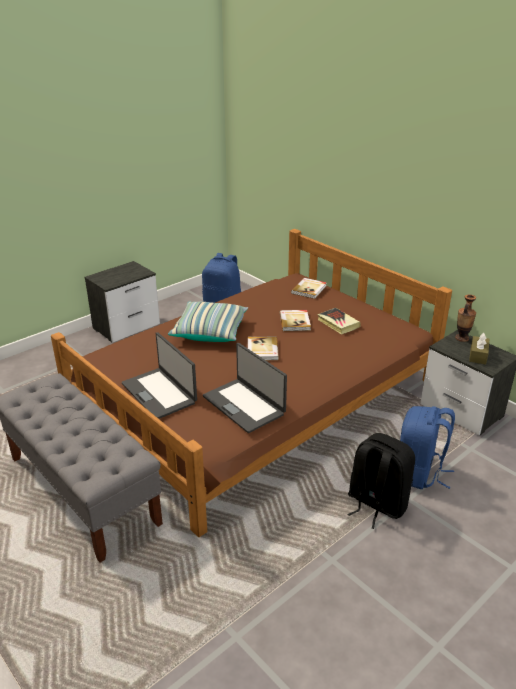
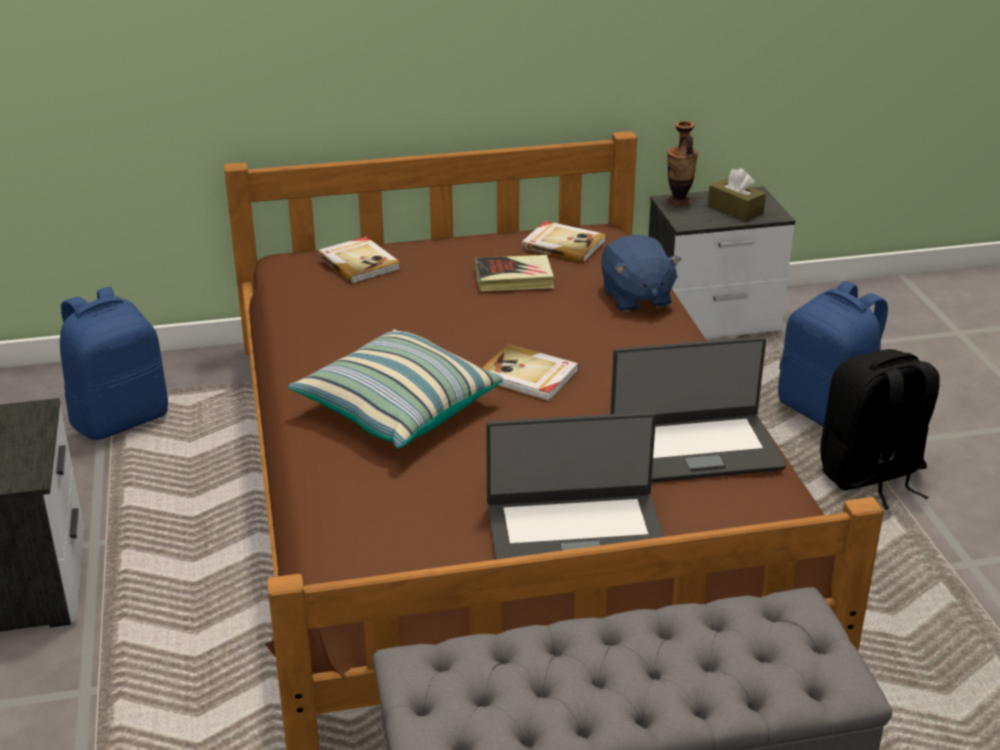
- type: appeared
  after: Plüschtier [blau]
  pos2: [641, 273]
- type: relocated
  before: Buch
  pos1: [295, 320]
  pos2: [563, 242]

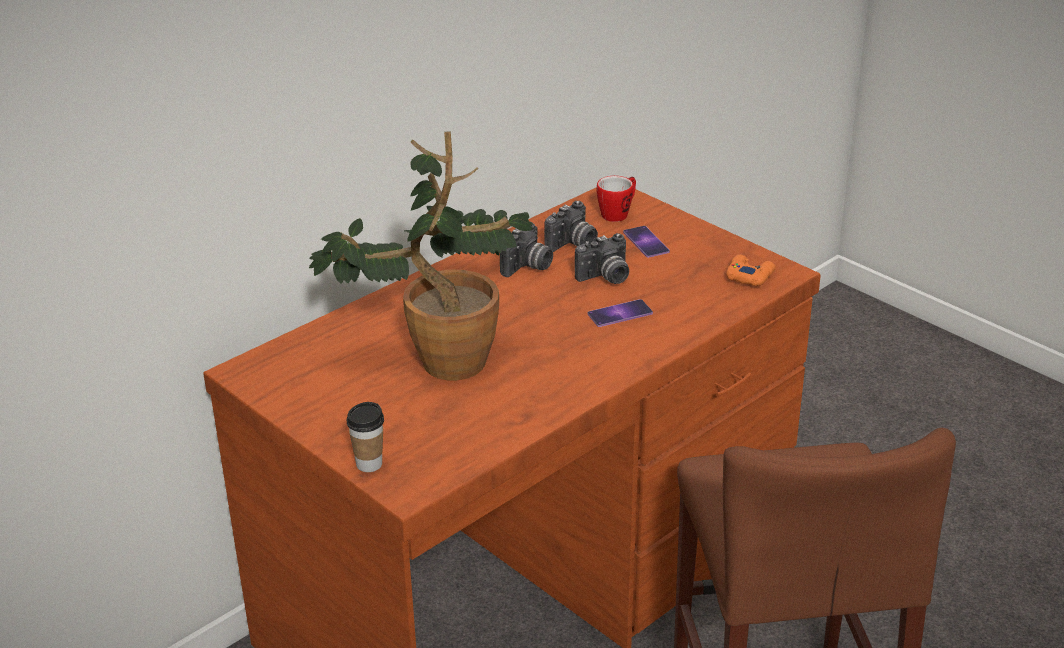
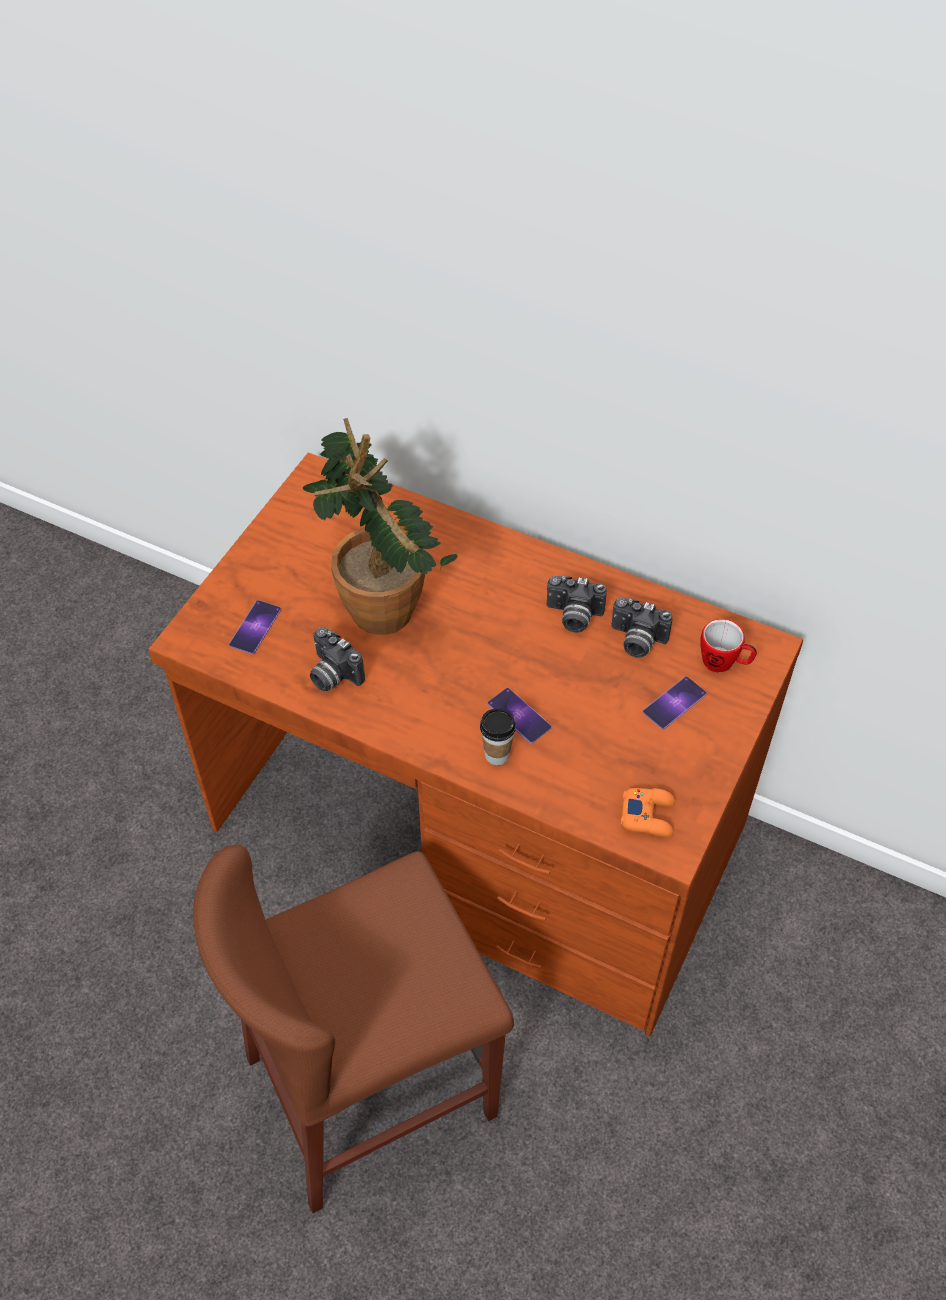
- type: appeared
  after: Handy
  pos2: [255, 627]
- type: relocated
  before: Tasse
  pos1: [365, 437]
  pos2: [498, 736]
- type: relocated
  before: Kamera
  pos1: [602, 258]
  pos2: [337, 659]

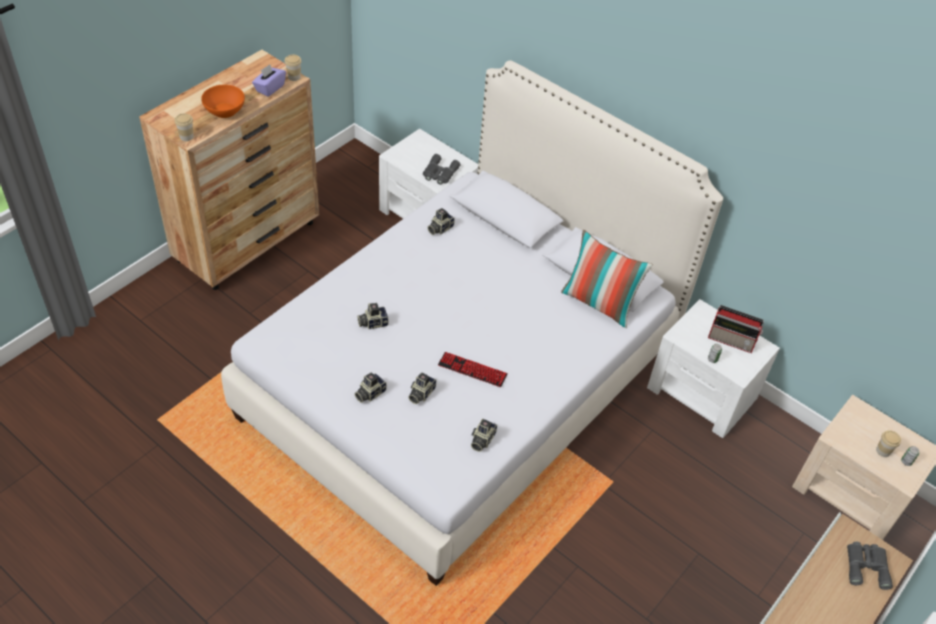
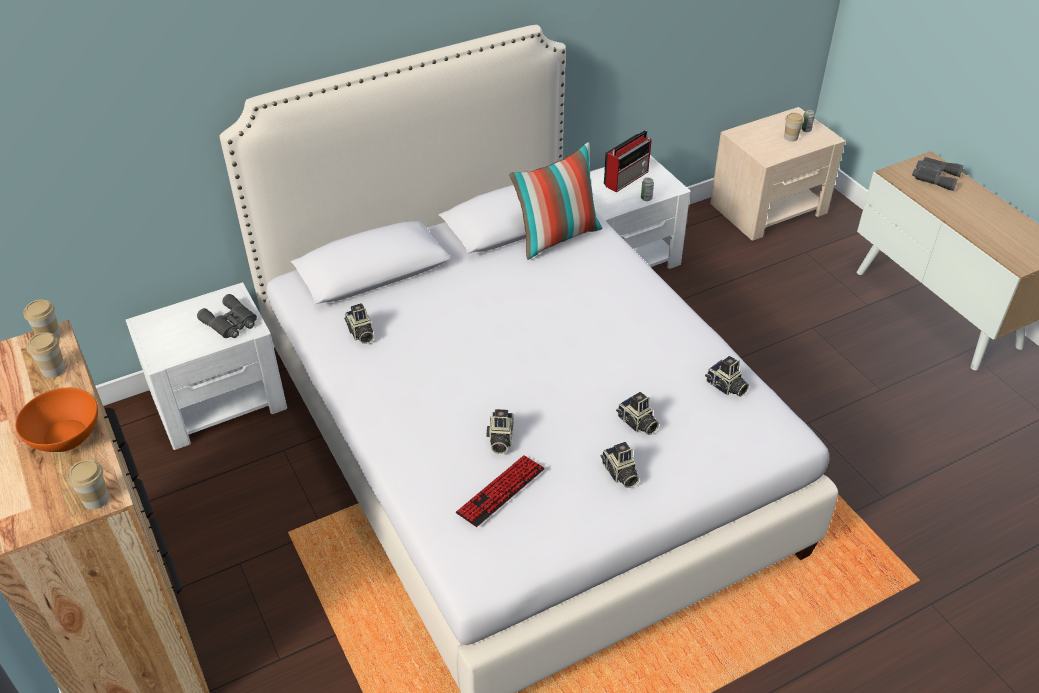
- type: relocated
  before: Tastatur
  pos1: [473, 369]
  pos2: [500, 491]
- type: exchanged
  before: Taschentuchbox [lila]
  after: Tasse
  pos1: [269, 81]
  pos2: [46, 355]

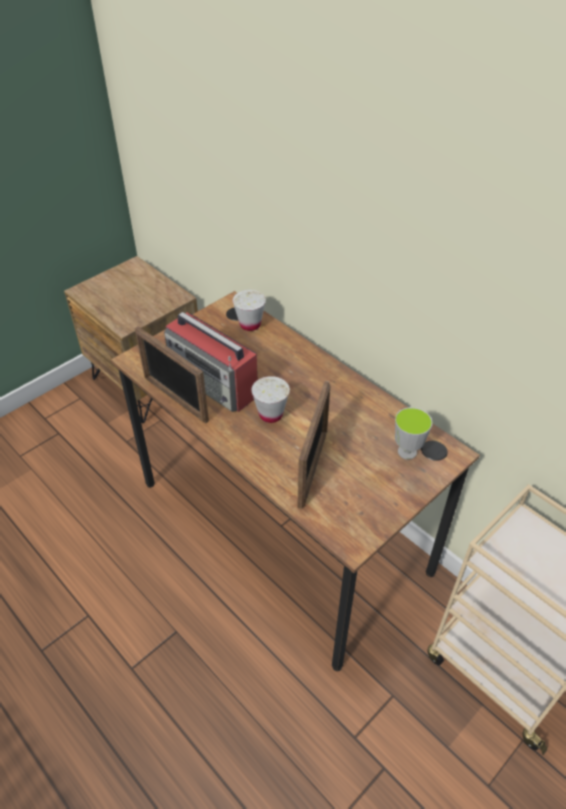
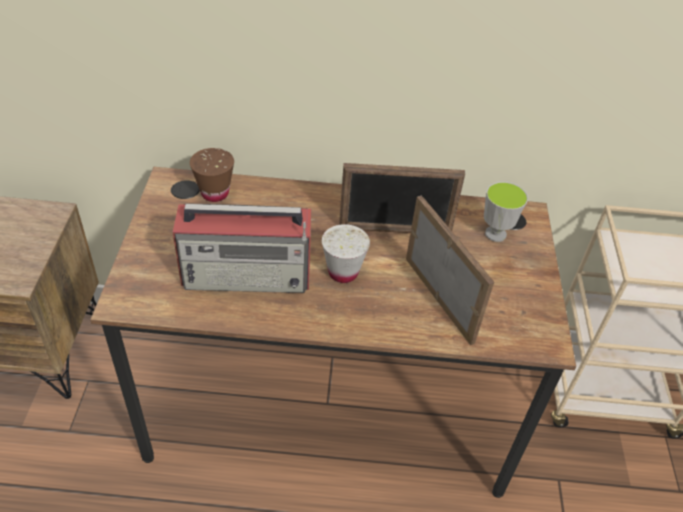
- type: relocated
  before: Bilderrahmen
  pos1: [172, 374]
  pos2: [402, 198]
- type: colour
  before: Tasse [weiß]
  after: Tasse [braun]
  pos1: [249, 310]
  pos2: [212, 175]

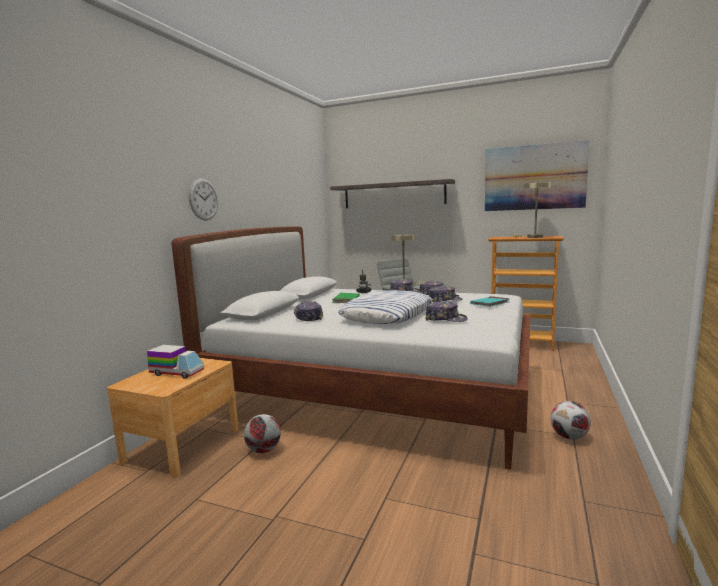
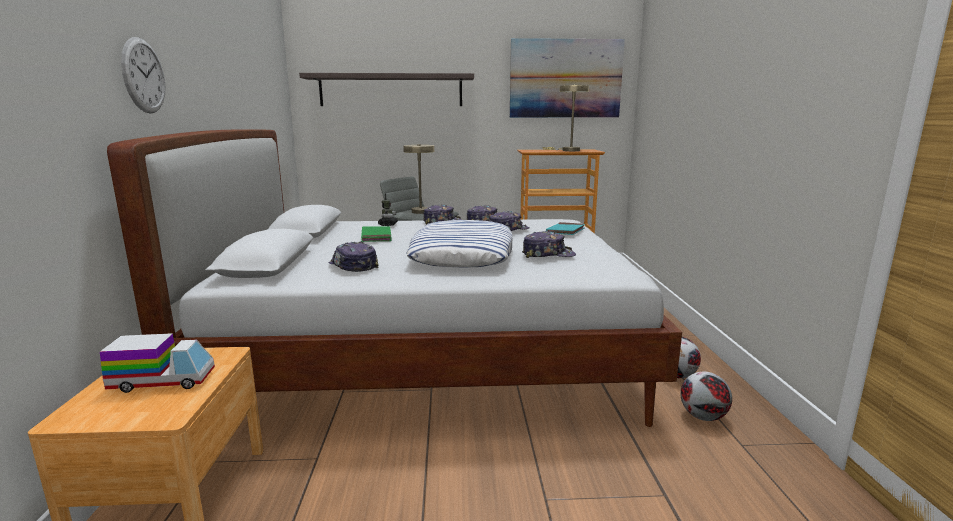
- type: relocated
  before: Fußball
  pos1: [262, 433]
  pos2: [706, 396]

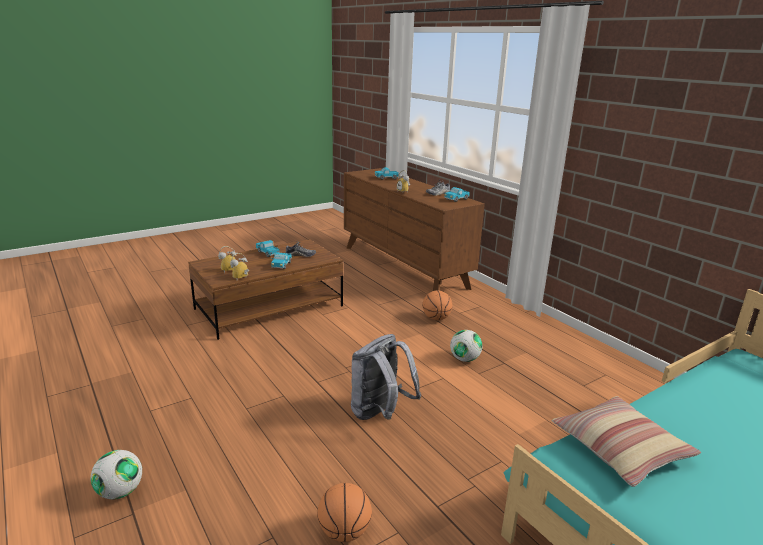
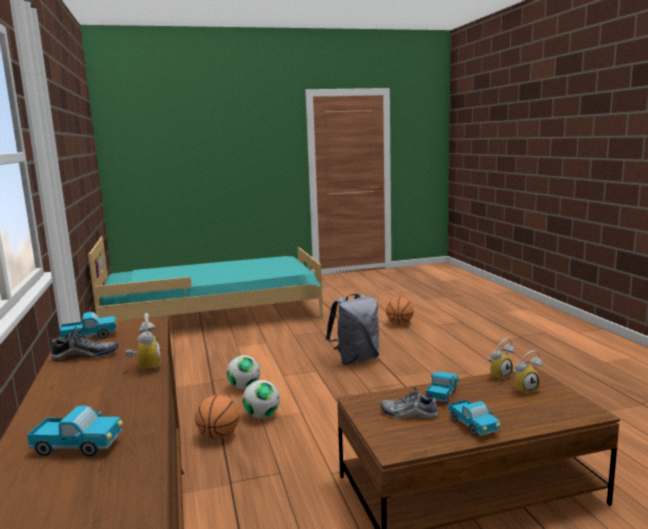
- type: missing
  before: Kissen
  pos1: [626, 441]
- type: relocated
  before: Fußball
  pos1: [116, 474]
  pos2: [261, 399]

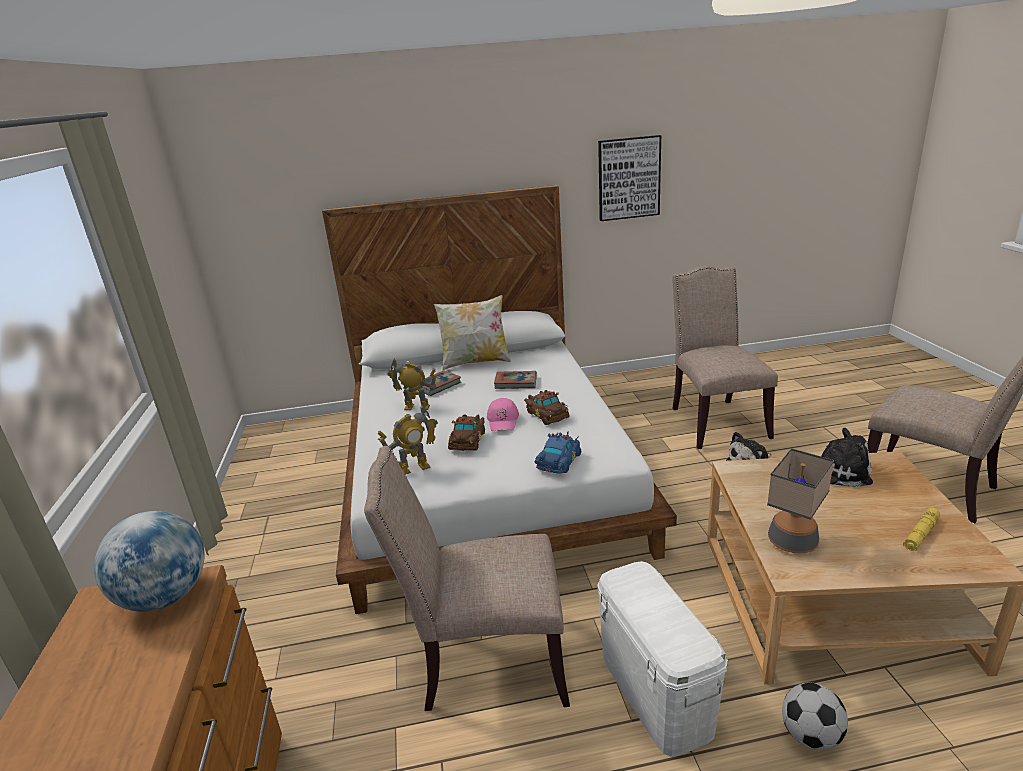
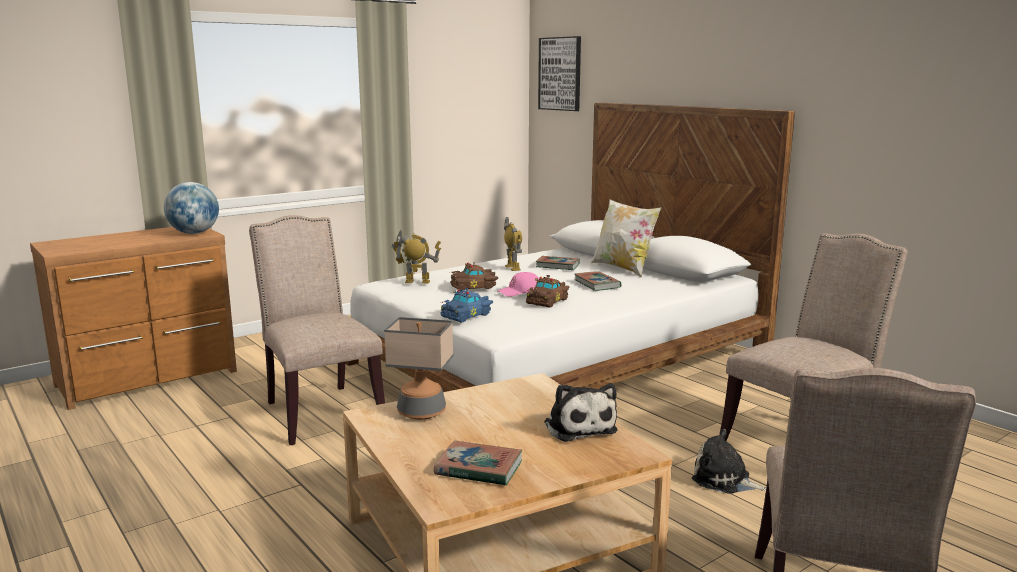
- type: missing
  before: Aufbewahrungsbox [weiß]
  pos1: [662, 659]
- type: missing
  before: Fußball
  pos1: [815, 716]
- type: relocated
  before: Bild
  pos1: [629, 178]
  pos2: [559, 73]
- type: exchanged
  before: Taschenlampe [gelb]
  after: Buch
  pos1: [921, 529]
  pos2: [478, 463]
- type: spun
  before: Spielzeugroboter
  pos1: [407, 439]
  pos2: [416, 256]
  turn: 150
- type: spun
  before: Spielzeugauto [blau]
  pos1: [557, 453]
  pos2: [466, 305]
  turn: 135

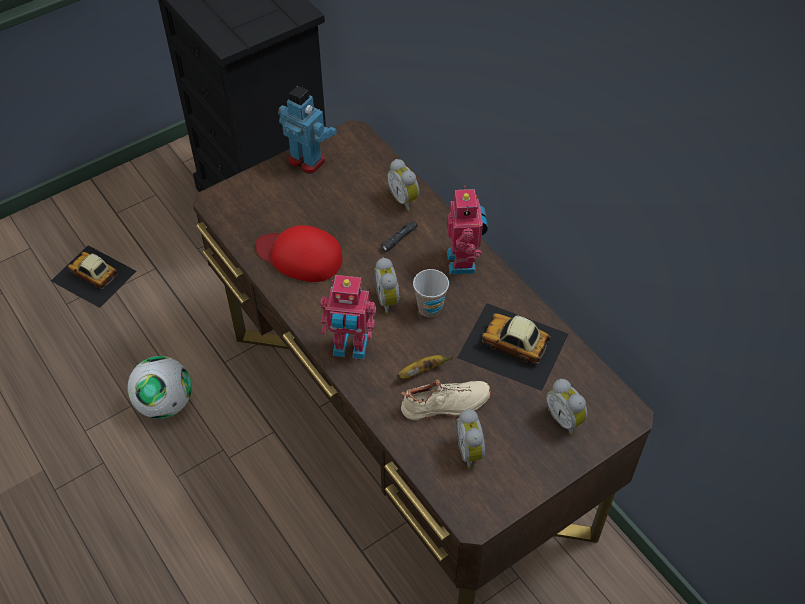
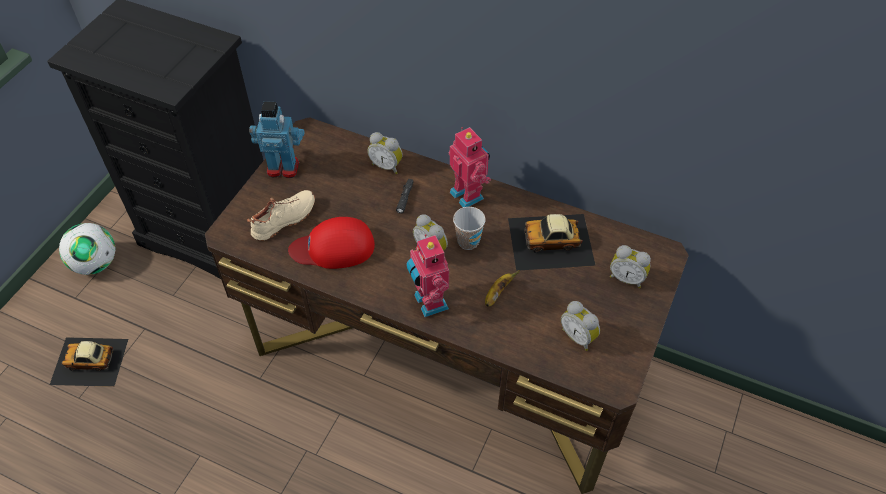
- type: relocated
  before: Fußball
  pos1: [159, 387]
  pos2: [87, 249]
- type: relocated
  before: Schuh [beige]
  pos1: [446, 400]
  pos2: [281, 215]
- type: spun
  before: Spielzeugroboter
  pos1: [348, 317]
  pos2: [427, 275]
  turn: 90

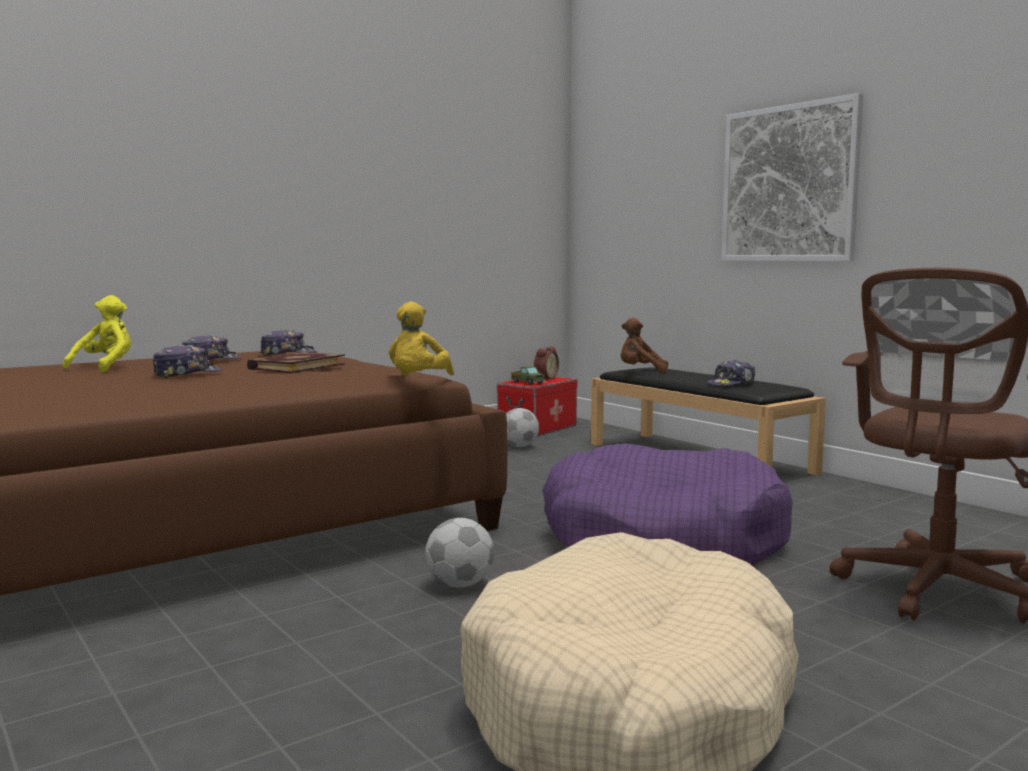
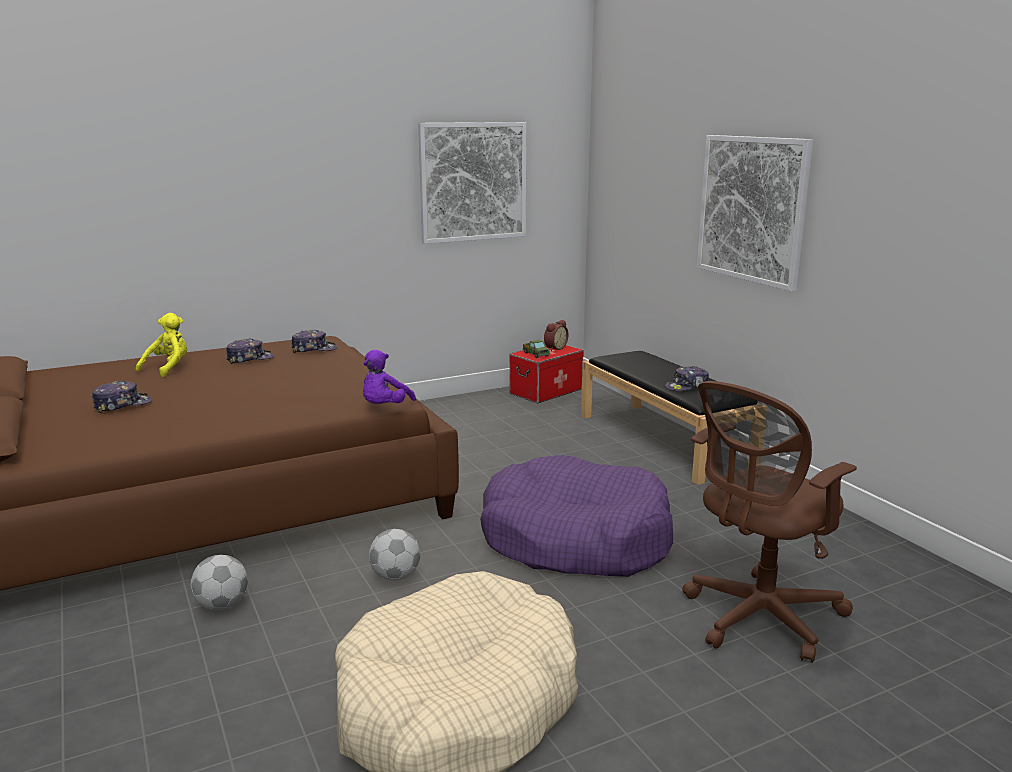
- type: missing
  before: Buch
  pos1: [296, 362]
- type: missing
  before: Plüschtier [braun]
  pos1: [644, 345]
- type: appeared
  after: Bild
  pos2: [472, 183]
- type: relocated
  before: Kappe
  pos1: [188, 361]
  pos2: [122, 397]
- type: relocated
  before: Fußball
  pos1: [522, 427]
  pos2: [219, 582]
- type: colour
  before: Plüschtier [gelb]
  after: Plüschtier [lila]
  pos1: [421, 339]
  pos2: [389, 377]

